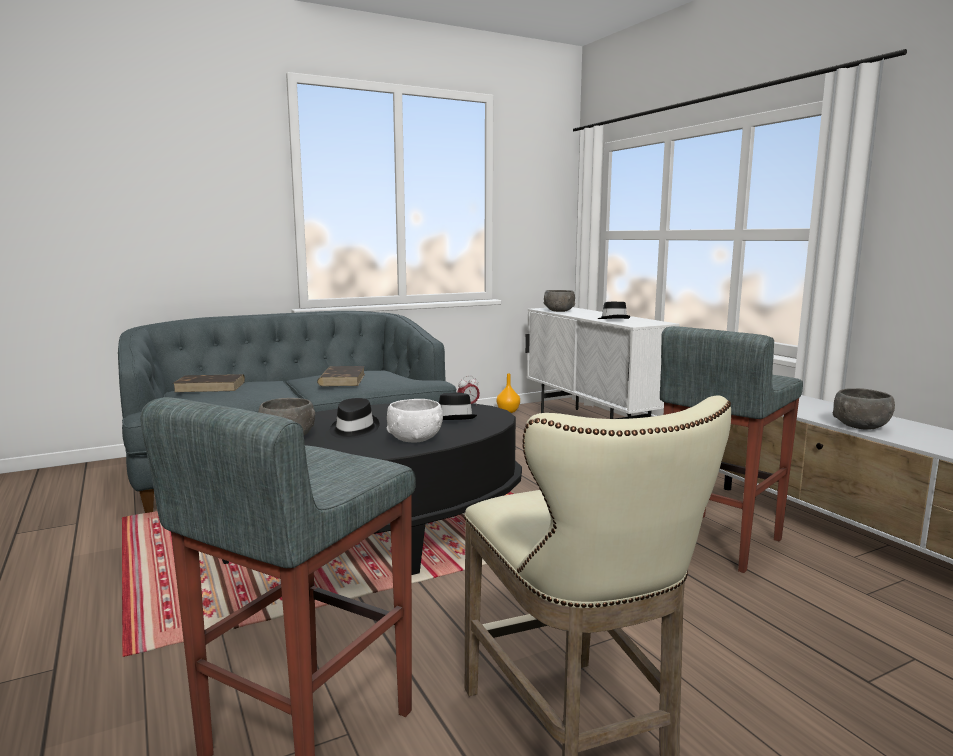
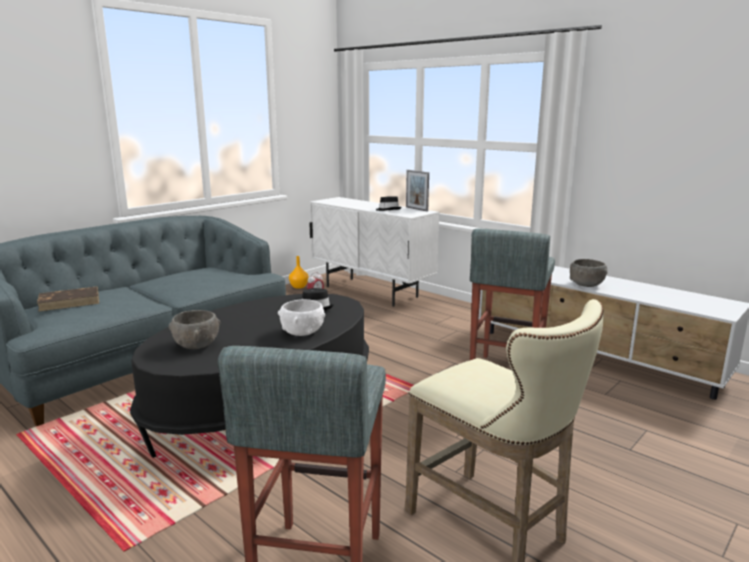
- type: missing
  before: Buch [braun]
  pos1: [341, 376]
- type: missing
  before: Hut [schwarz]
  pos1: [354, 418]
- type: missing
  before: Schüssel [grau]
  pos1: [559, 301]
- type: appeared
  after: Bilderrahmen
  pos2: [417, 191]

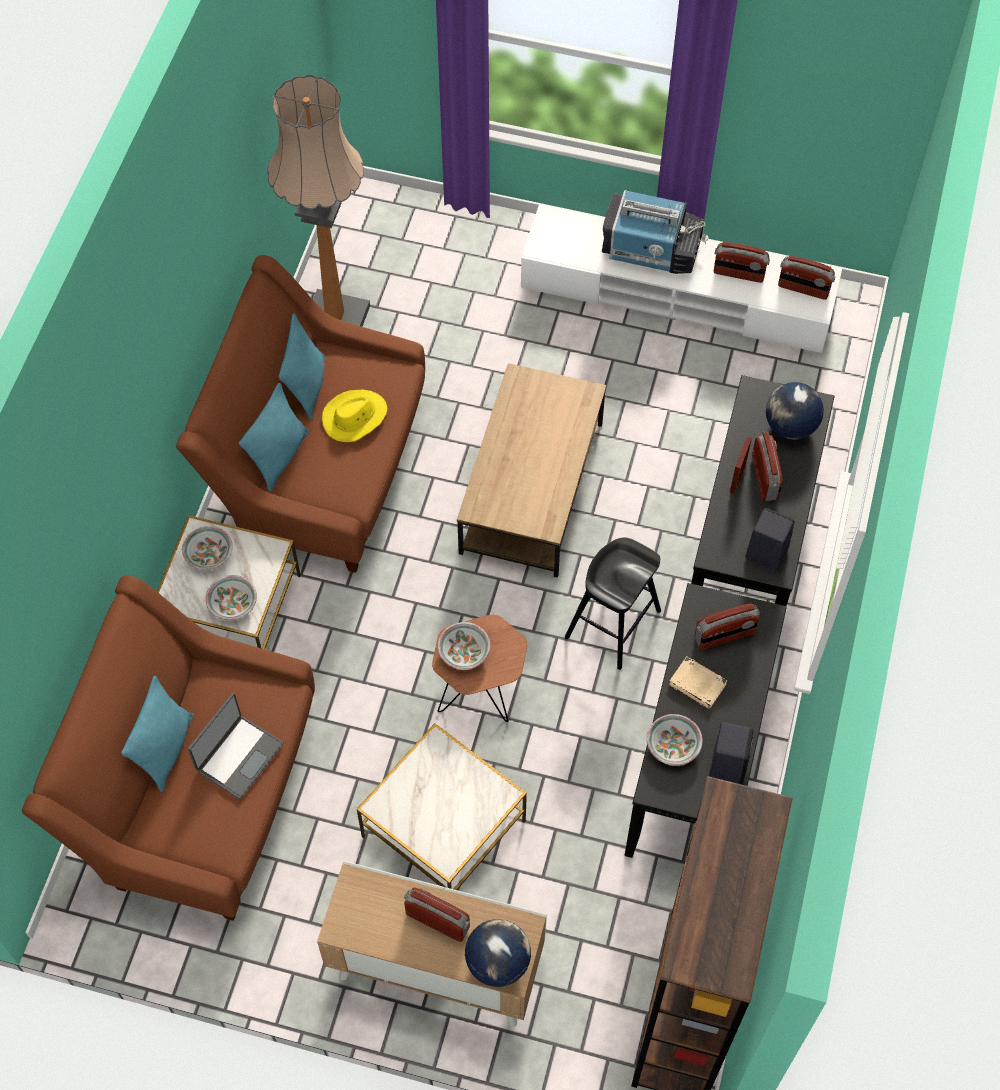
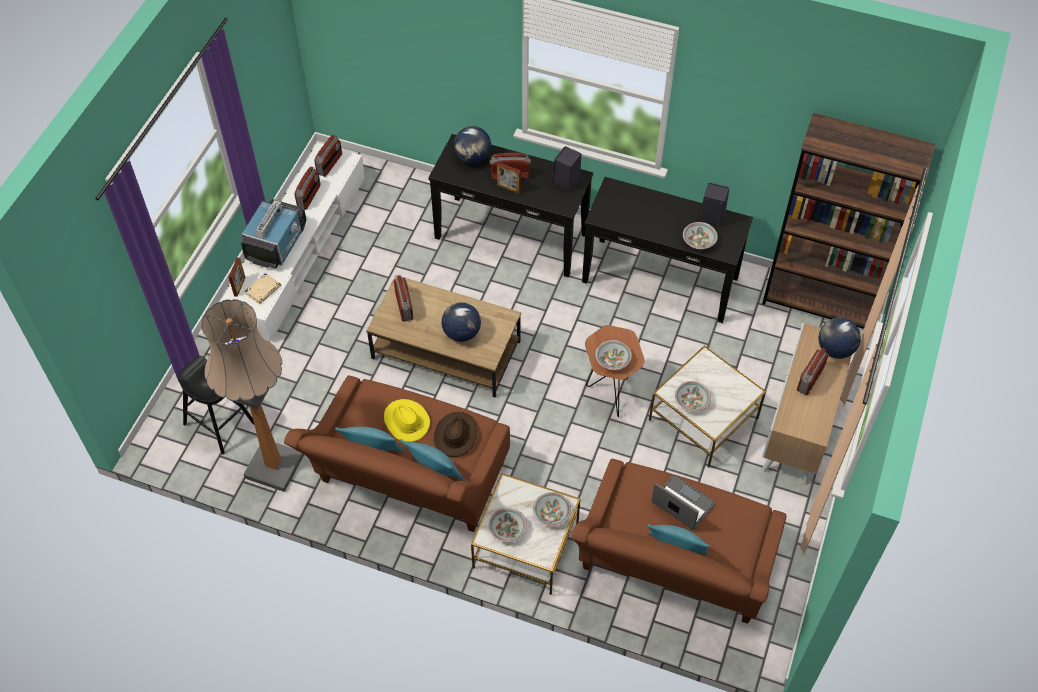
- type: appeared
  after: Bilderrahmen
  pos2: [237, 277]
- type: appeared
  after: Hut [braun]
  pos2: [456, 434]
- type: appeared
  after: Globus
  pos2: [461, 322]
- type: appeared
  after: Schüssel
  pos2: [693, 396]
- type: relocated
  before: Hocker [schwarz]
  pos1: [613, 603]
  pos2: [216, 405]
- type: relocated
  before: Buch [beige]
  pos1: [698, 682]
  pos2: [263, 288]
- type: relocated
  before: Radio
  pos1: [727, 627]
  pos2: [403, 298]

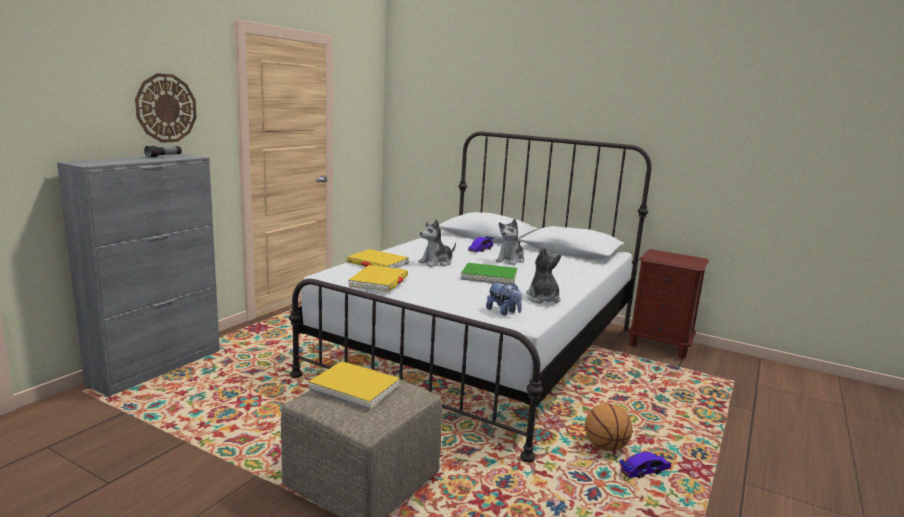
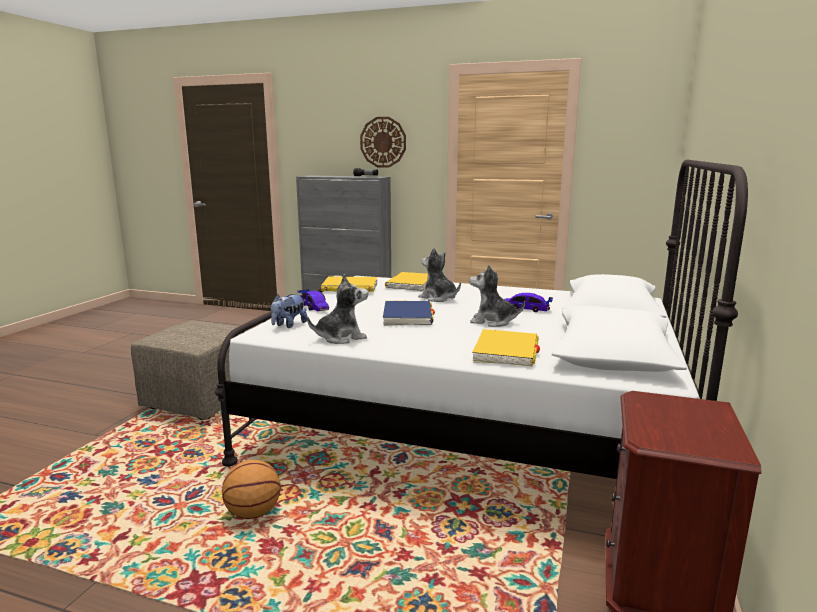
- type: relocated
  before: Buch [gelb]
  pos1: [354, 385]
  pos2: [506, 347]
- type: relocated
  before: Spielzeugauto
  pos1: [645, 464]
  pos2: [313, 300]
- type: colour
  before: Buch [grün]
  after: Buch [blau]
  pos1: [489, 274]
  pos2: [409, 313]

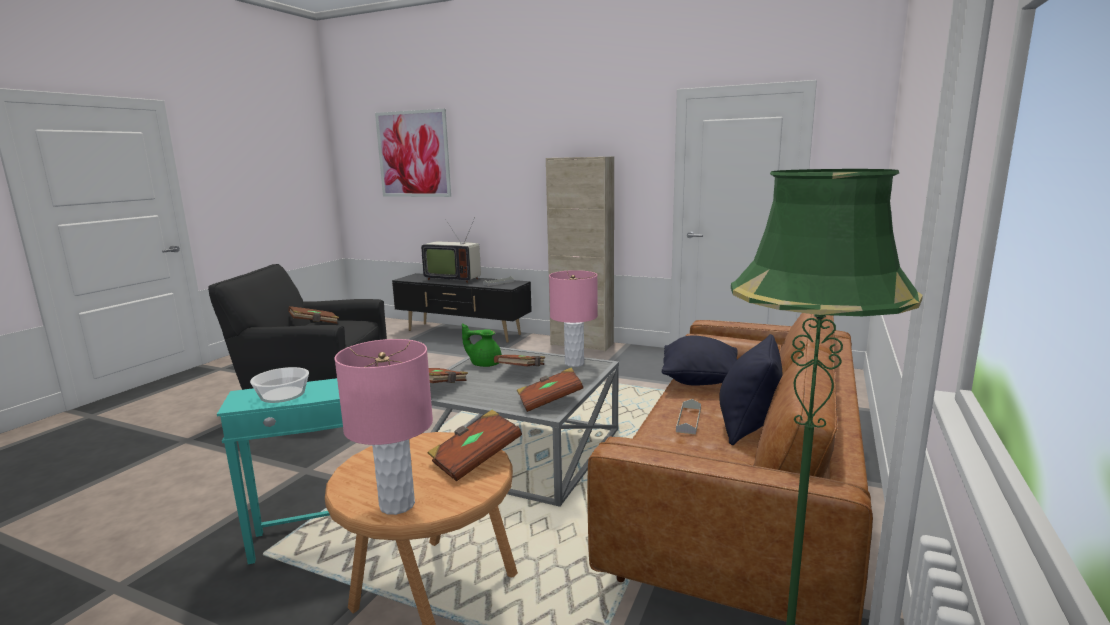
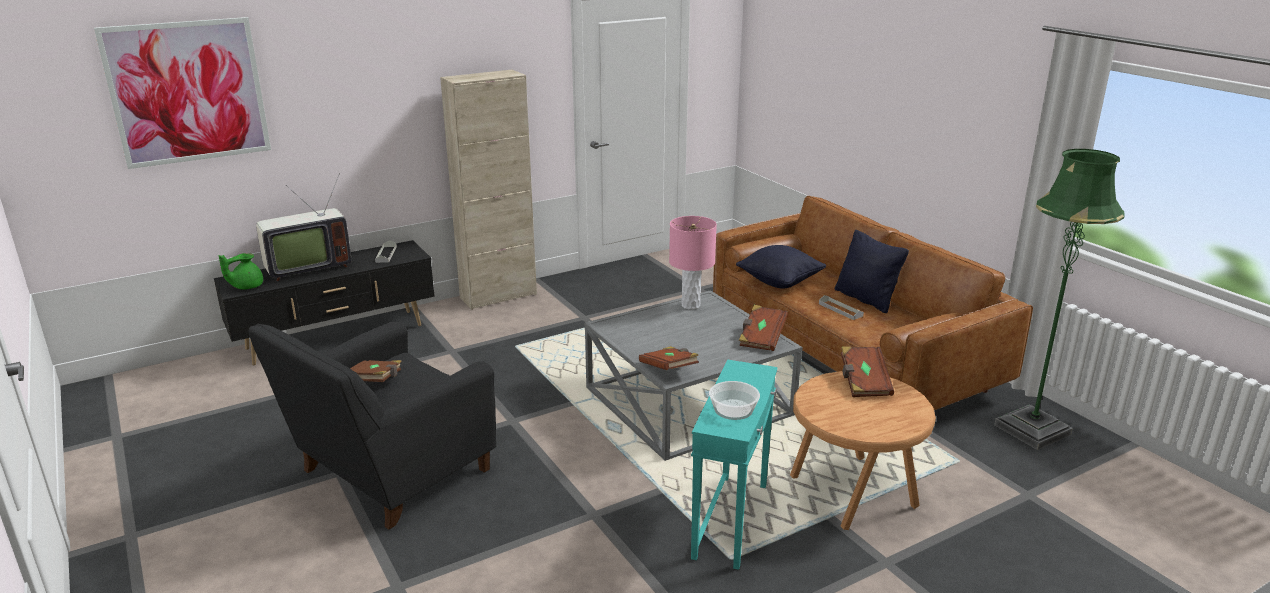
- type: missing
  before: Tischlampe [rosa]
  pos1: [383, 427]
- type: missing
  before: Buch [braun]
  pos1: [519, 361]
- type: relocated
  before: Teekanne [grün]
  pos1: [482, 345]
  pos2: [241, 271]

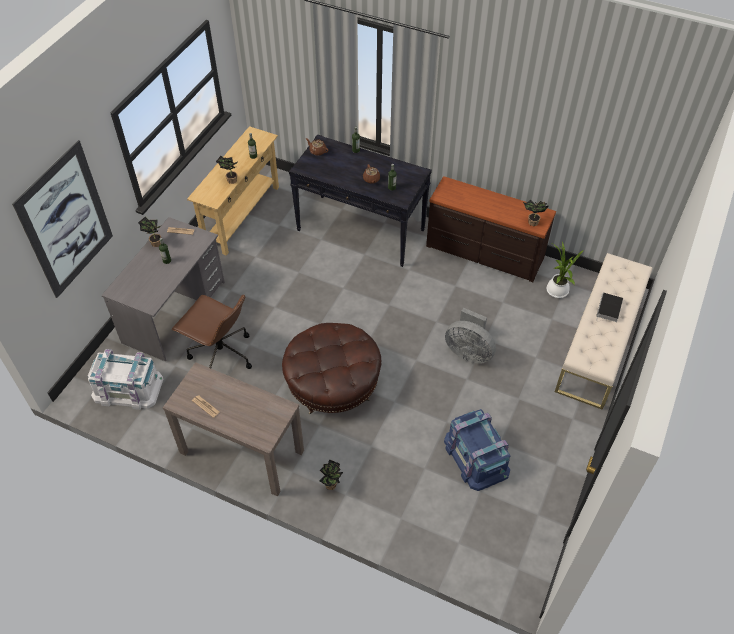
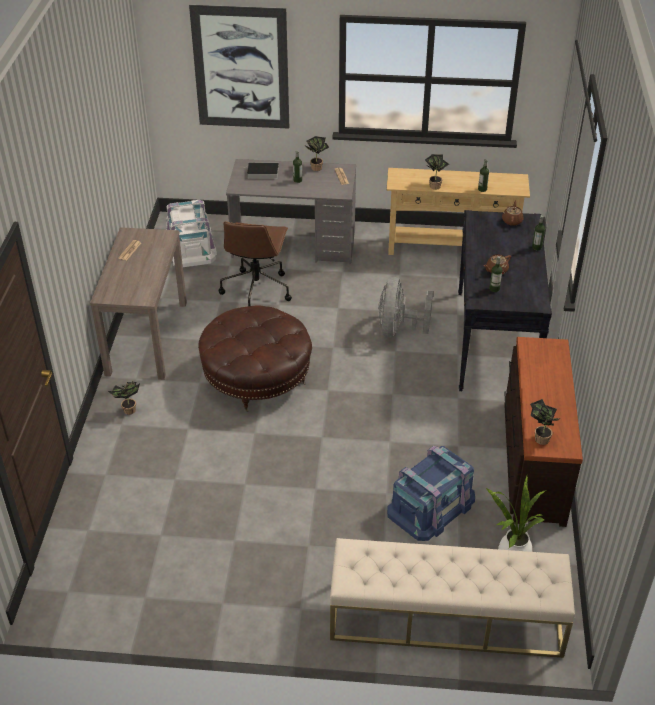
- type: relocated
  before: Aufbewahrungsbox [blau]
  pos1: [477, 450]
  pos2: [431, 493]
- type: relocated
  before: Ventilator [grau]
  pos1: [470, 336]
  pos2: [405, 307]
- type: relocated
  before: Buch
  pos1: [609, 307]
  pos2: [261, 170]

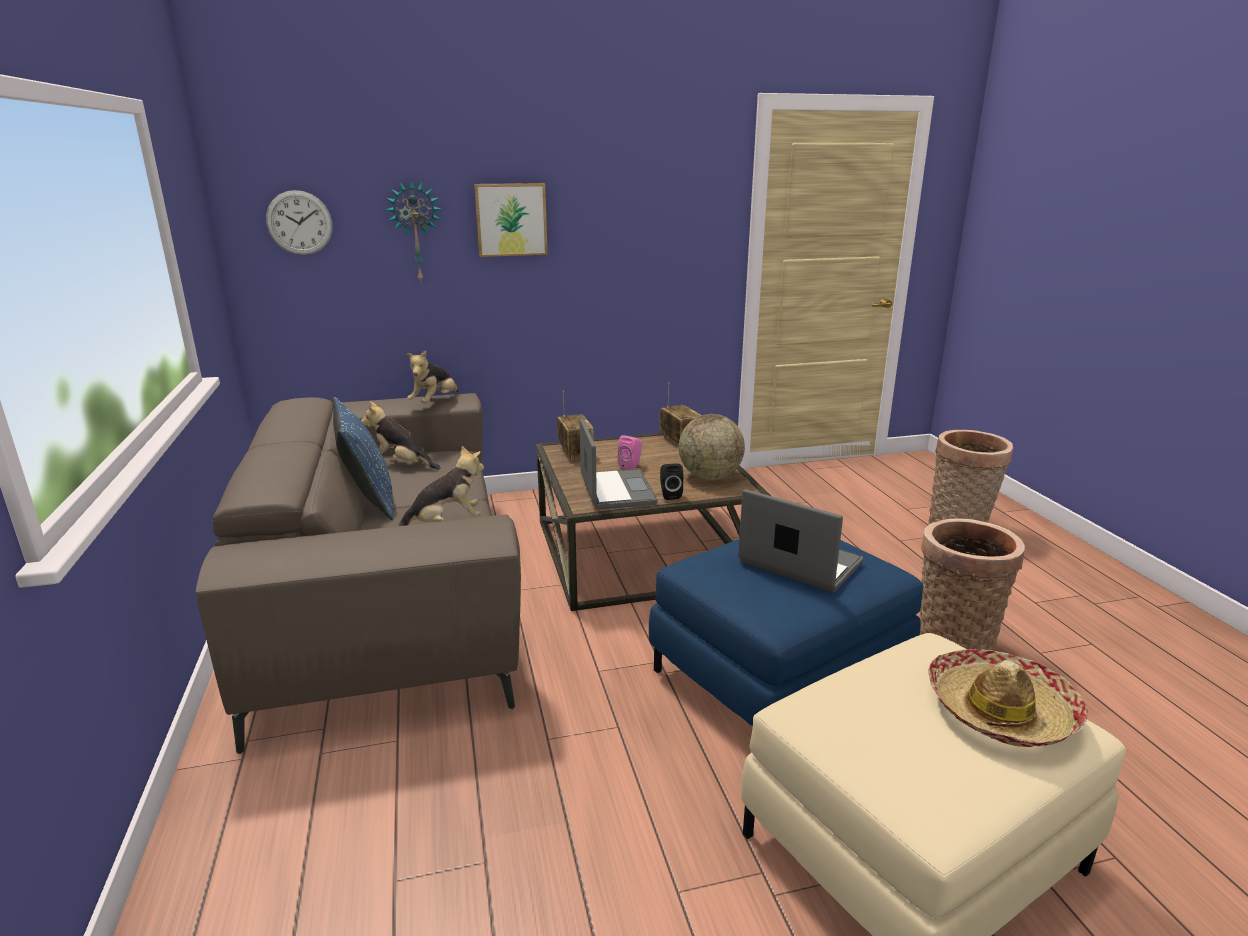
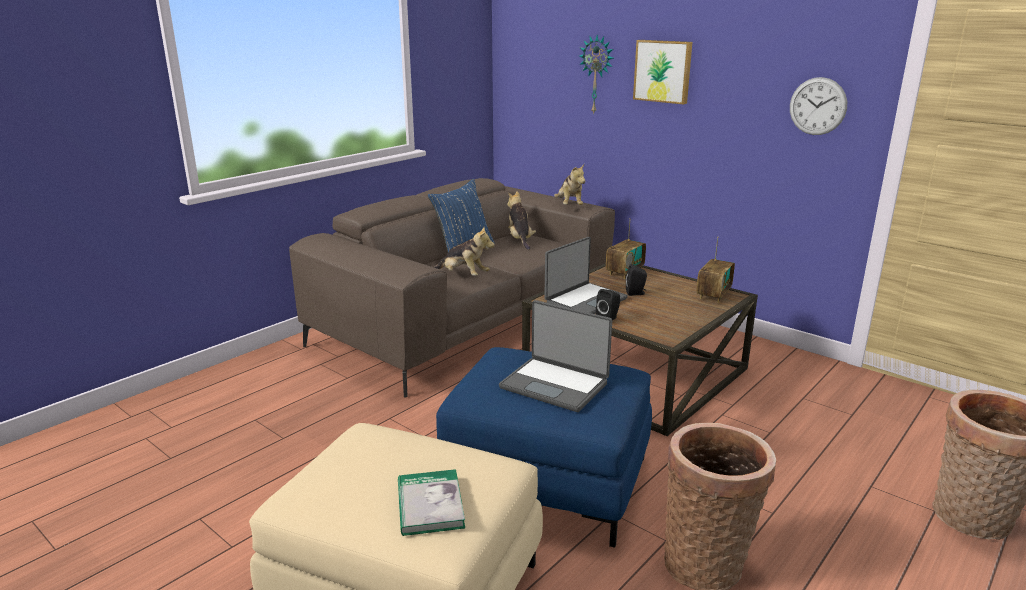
- type: missing
  before: Globus
  pos1: [712, 447]
- type: relocated
  before: Wanduhr
  pos1: [299, 222]
  pos2: [818, 106]
- type: exchanged
  before: Hut
  after: Buch
  pos1: [1008, 698]
  pos2: [431, 502]
- type: colour
  before: Lautsprecher [rosa]
  after: Lautsprecher [schwarz]
  pos1: [629, 452]
  pos2: [636, 280]
- type: spun
  before: Plüschtier
  pos1: [432, 377]
  pos2: [569, 184]
  turn: -90
- type: spun
  before: Laptop
  pos1: [800, 541]
  pos2: [555, 356]
  turn: 120

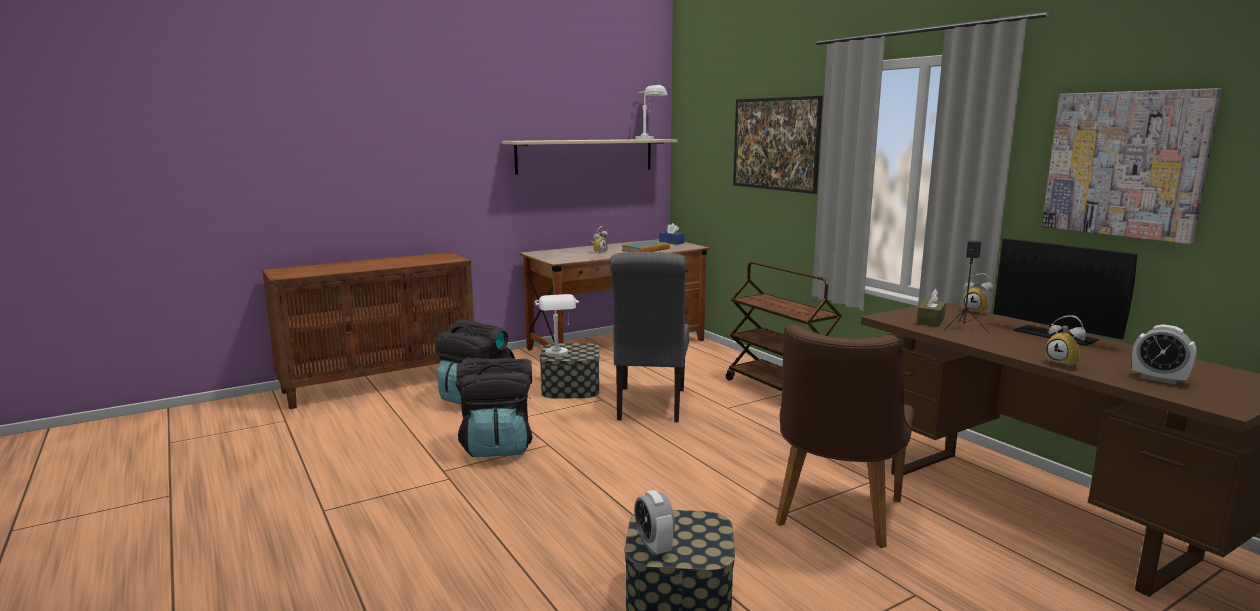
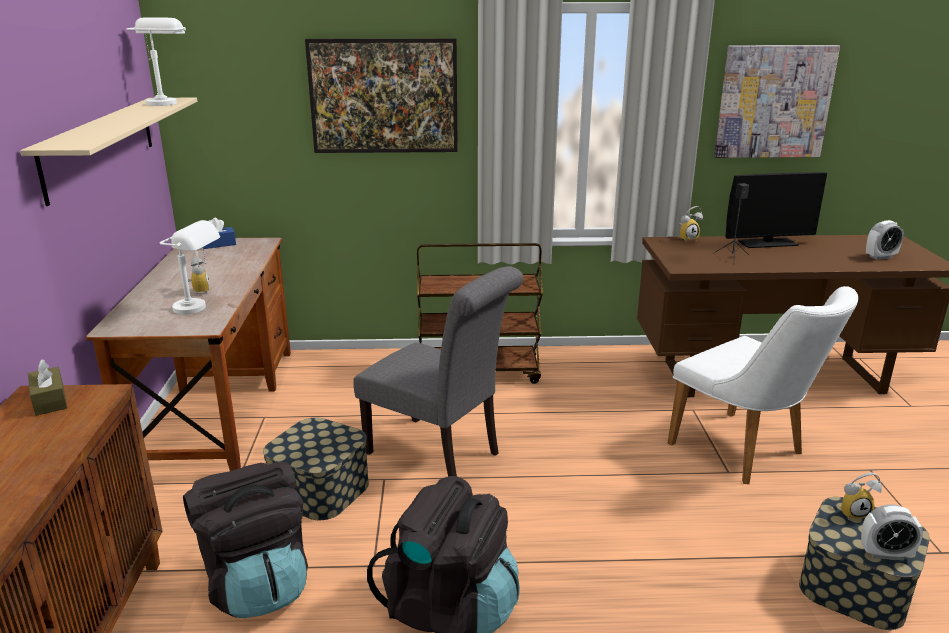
- type: missing
  before: Buch
  pos1: [646, 246]
- type: relocated
  before: Tischlampe [weiß]
  pos1: [557, 325]
  pos2: [190, 267]
- type: relocated
  before: Taschentuchbox [braun]
  pos1: [931, 308]
  pos2: [47, 387]
- type: relocated
  before: Wecker
  pos1: [1065, 341]
  pos2: [861, 496]
- type: colour
  before: Stuhl [braun]
  after: Stuhl [weiß]
  pos1: [845, 436]
  pos2: [763, 385]

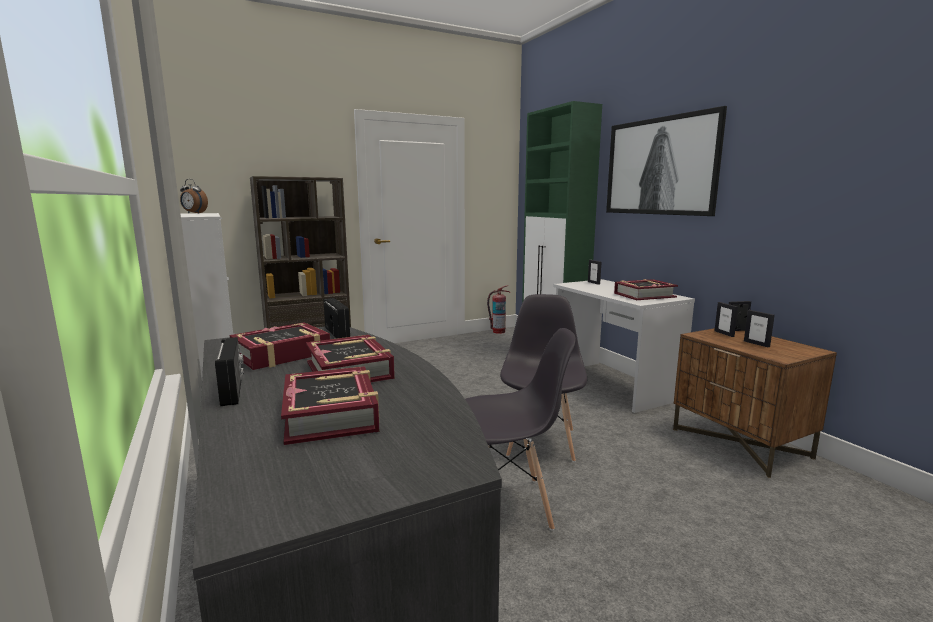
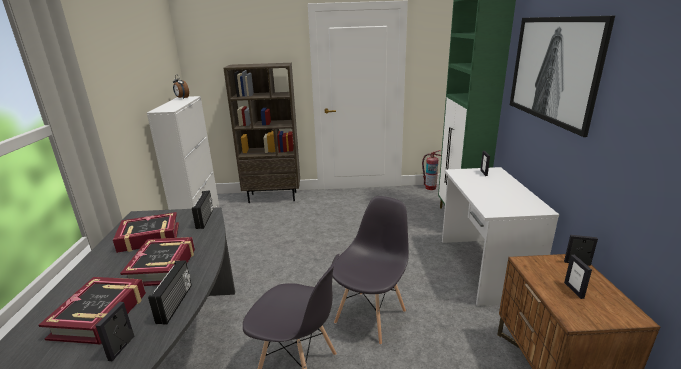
- type: missing
  before: Buch
  pos1: [646, 289]
- type: relocated
  before: Radio
  pos1: [229, 371]
  pos2: [170, 292]
- type: relocated
  before: Bilderrahmen
  pos1: [726, 319]
  pos2: [115, 331]

